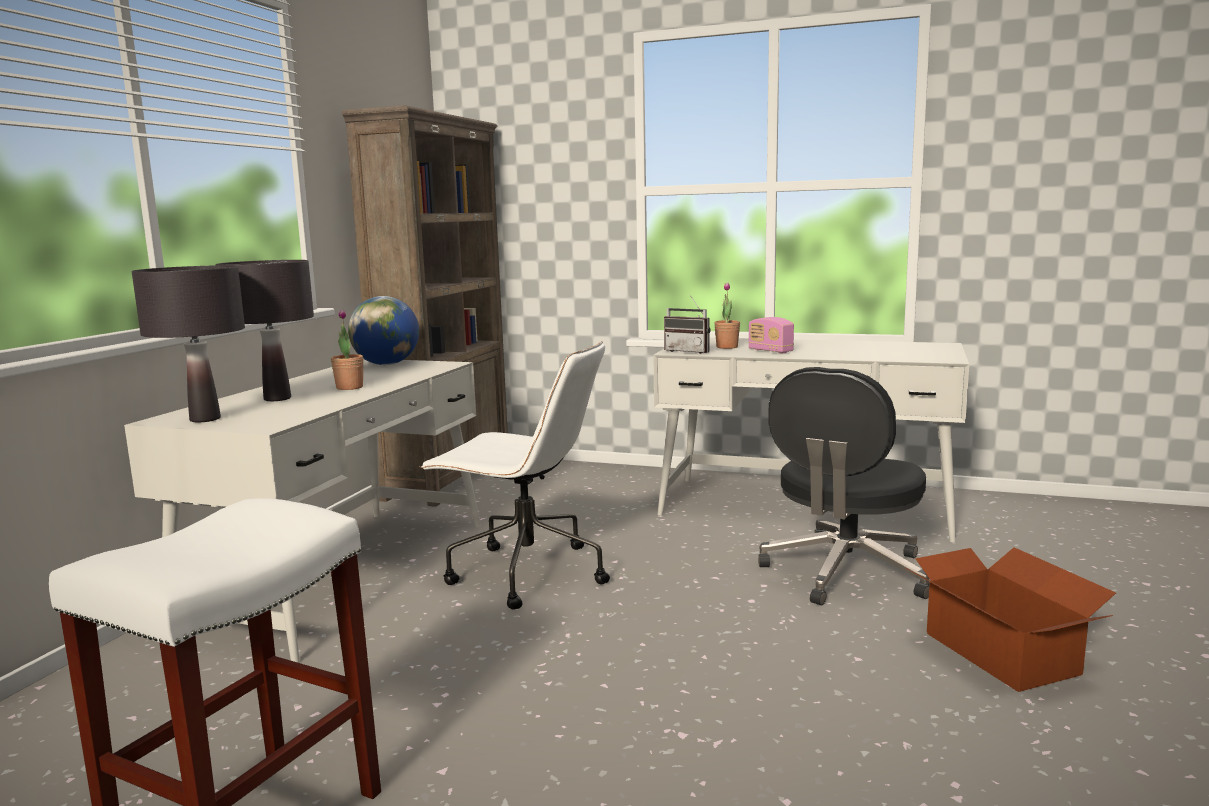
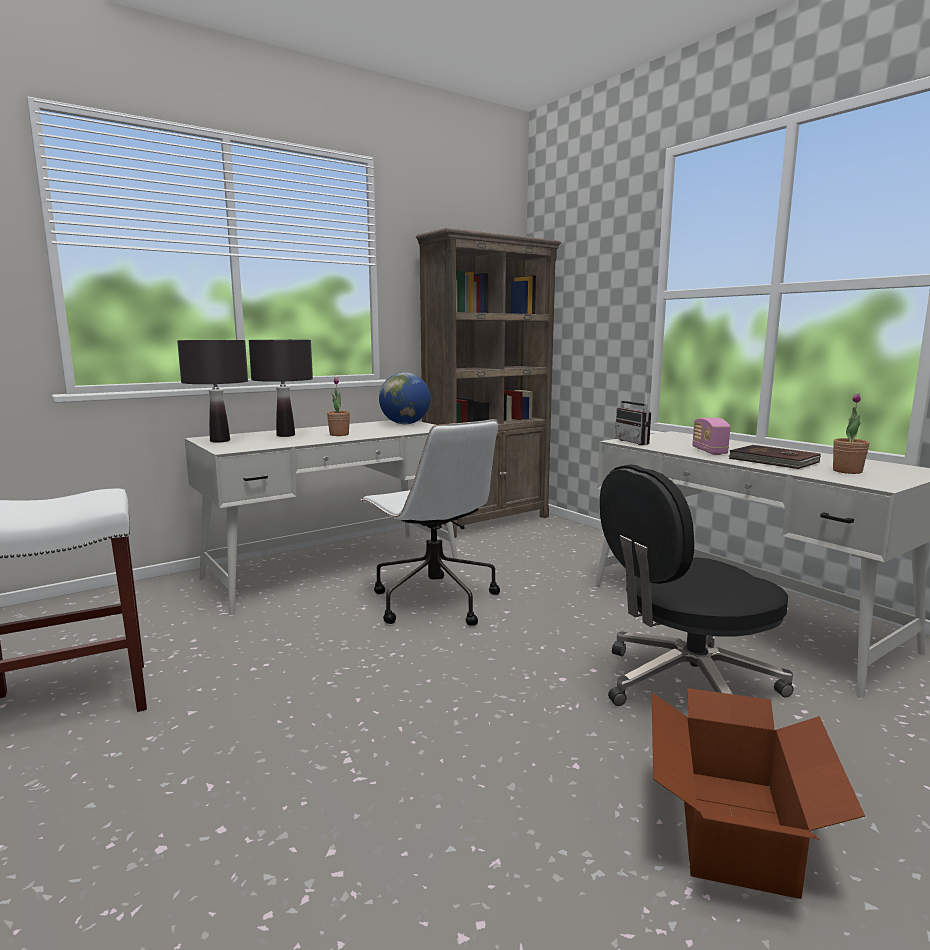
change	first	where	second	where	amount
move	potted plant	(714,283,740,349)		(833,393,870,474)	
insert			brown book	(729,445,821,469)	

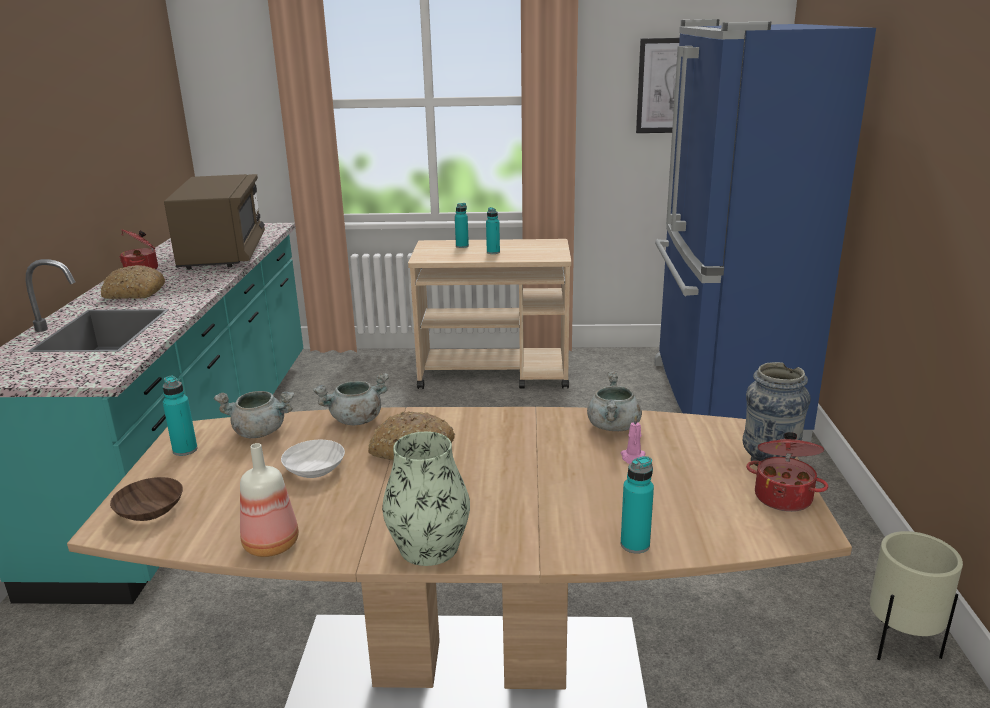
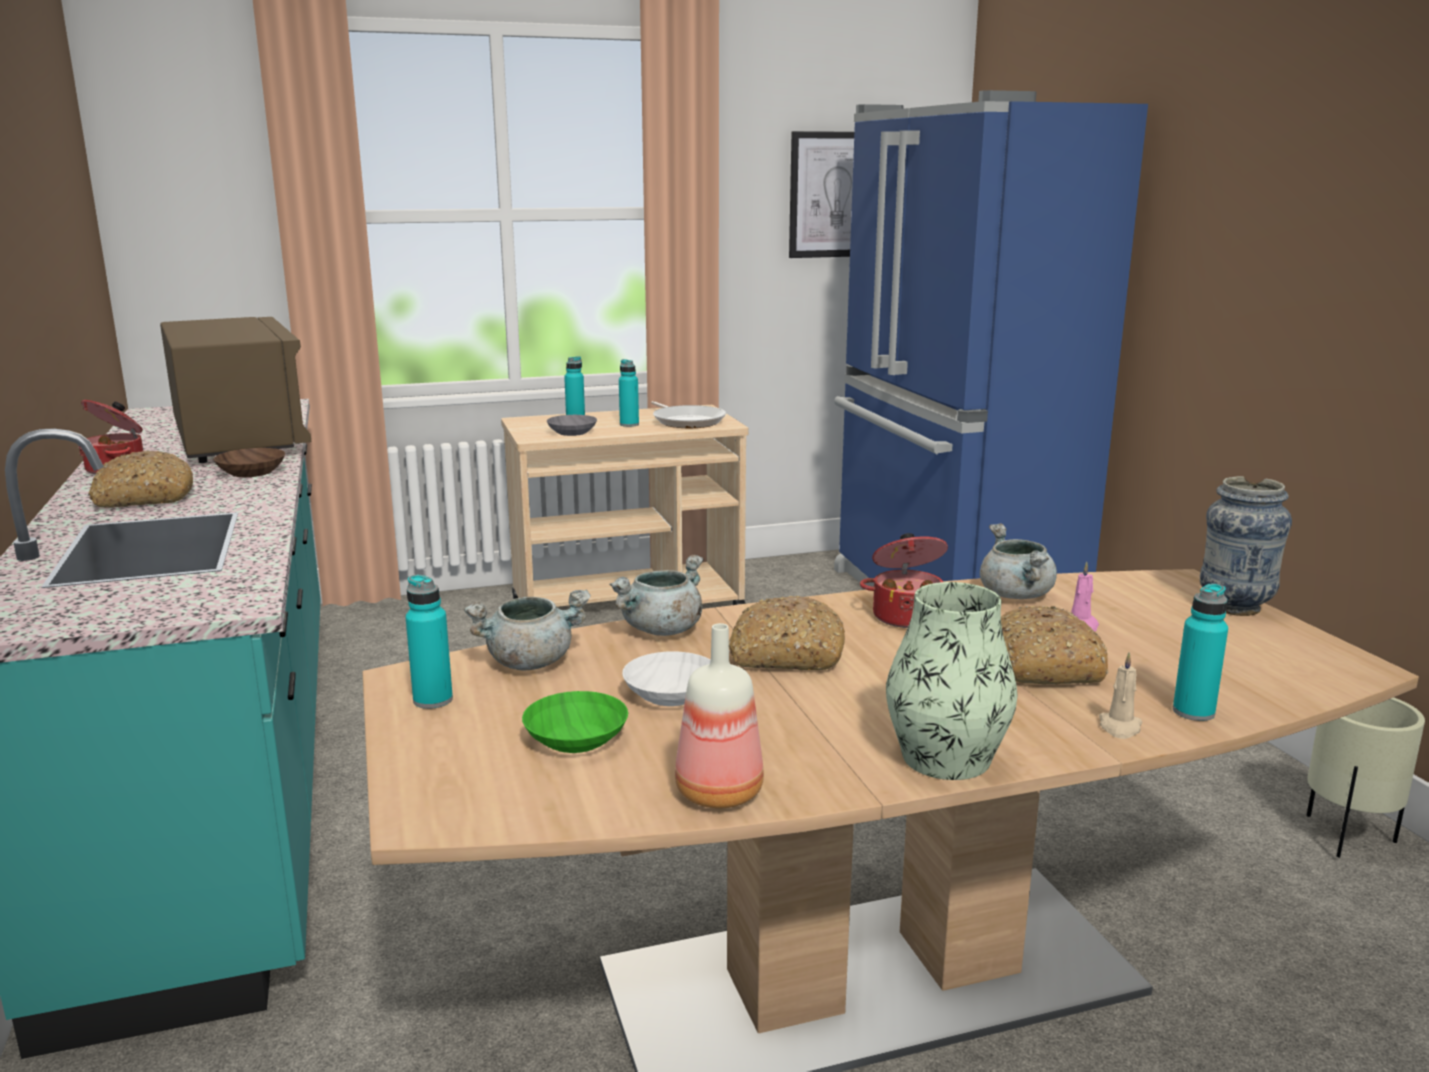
change	first	where	second	where	amount
move	cooking pot	(746,432,828,512)		(860,533,948,628)	
move	brown bowl	(110,477,183,521)		(213,448,285,477)	
insert			frying pan	(651,401,726,428)	
insert			grey bowl	(547,415,597,436)	
insert			bread	(1001,606,1108,685)	
insert			beige candle	(1099,652,1142,739)	
insert			green bowl	(522,691,628,753)	

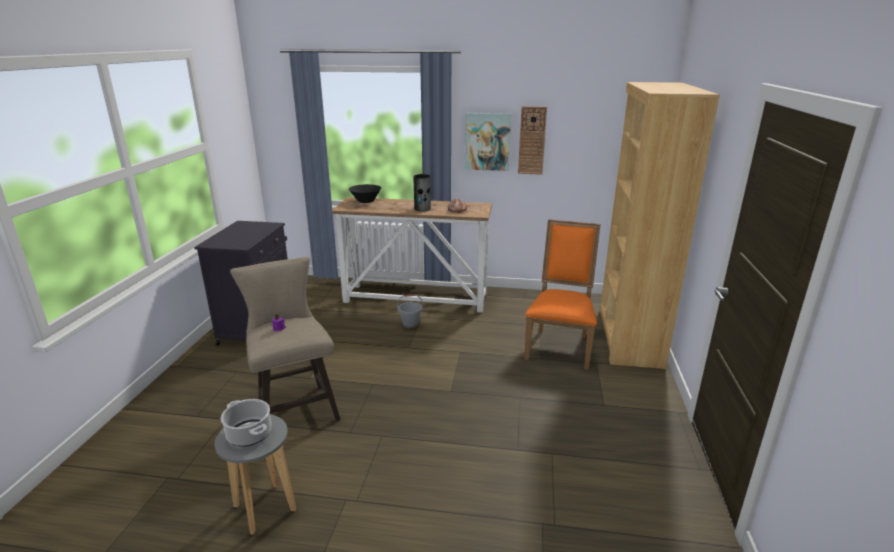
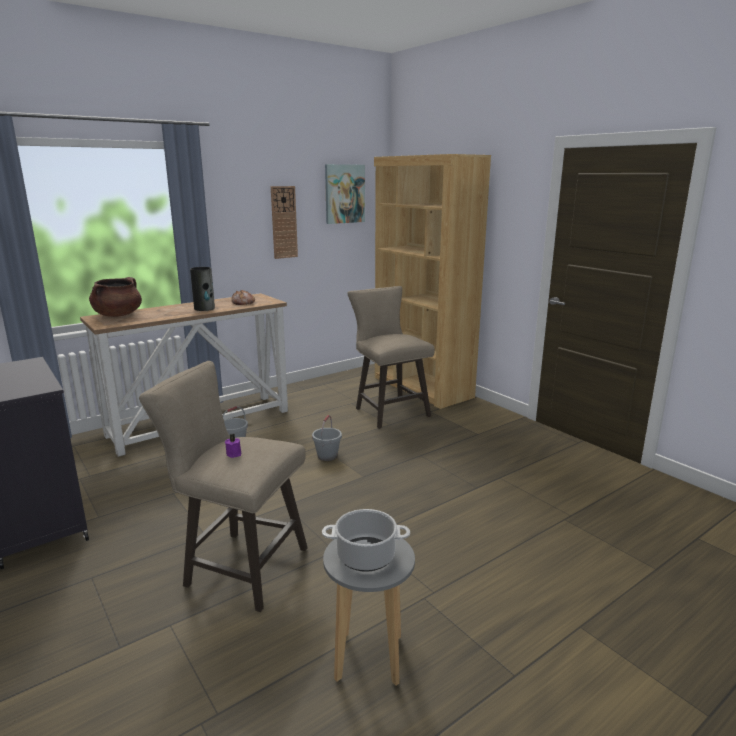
change	first	where	second	where	amount
move	picture	(465,113,511,171)		(325,164,365,224)	
replace	black bowl	(349,184,381,203)	brown cooking pot	(89,277,142,317)	
replace	orange chair	(524,219,601,370)	beige stool	(347,286,435,429)	
insert			grey bucket	(312,415,342,461)	

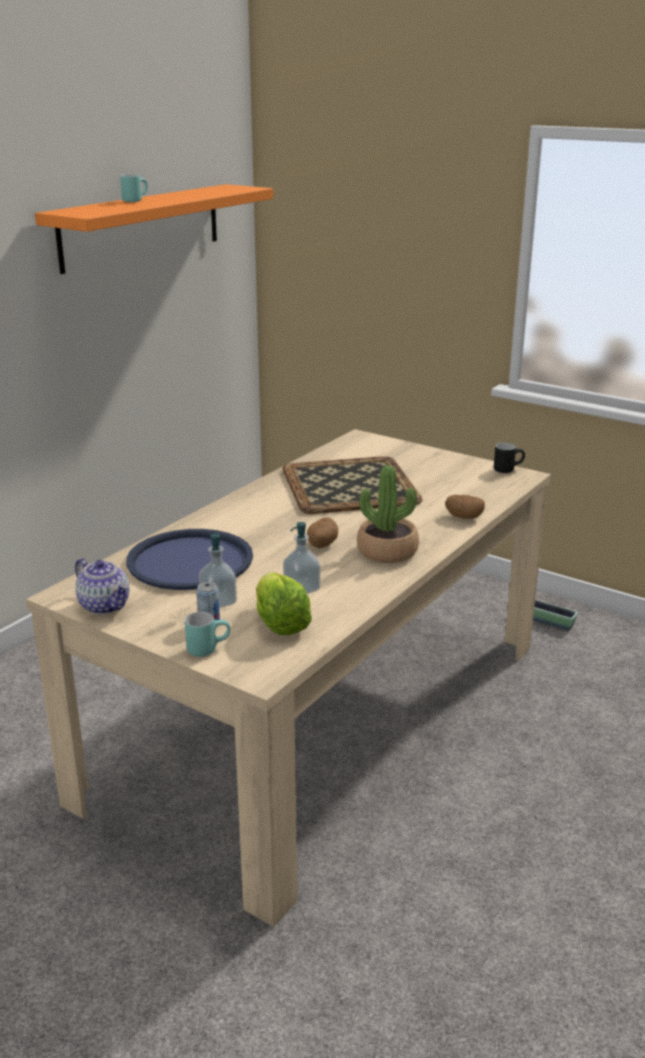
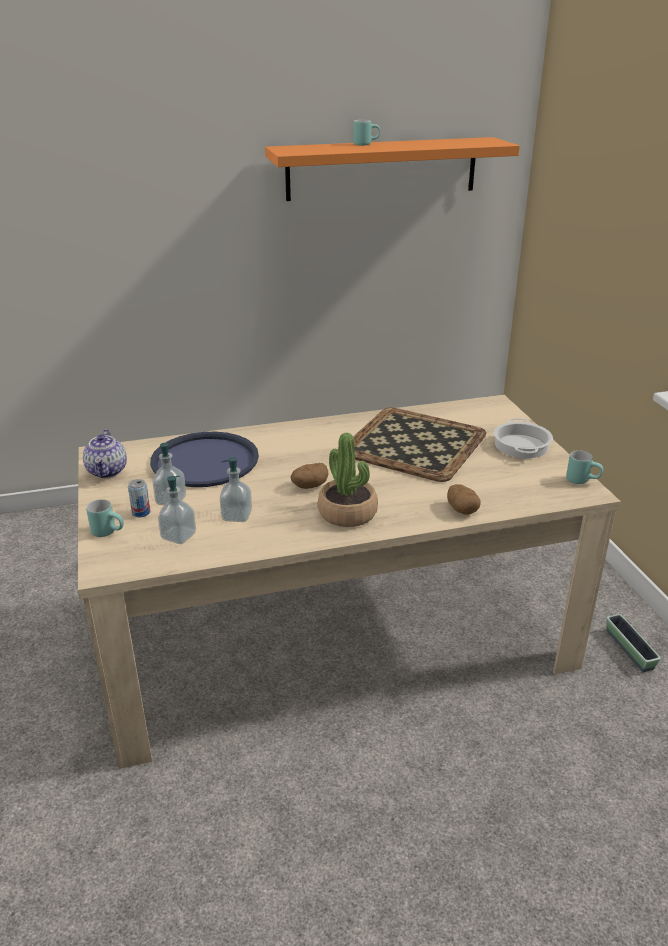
change	first	where	second	where	amount
recolor	black mug	(494,443,525,473)	turquoise mug	(566,450,603,484)	
replace	lettuce	(256,572,312,635)	soap dispenser	(158,476,196,544)	
insert			cooking pot	(494,418,553,458)	

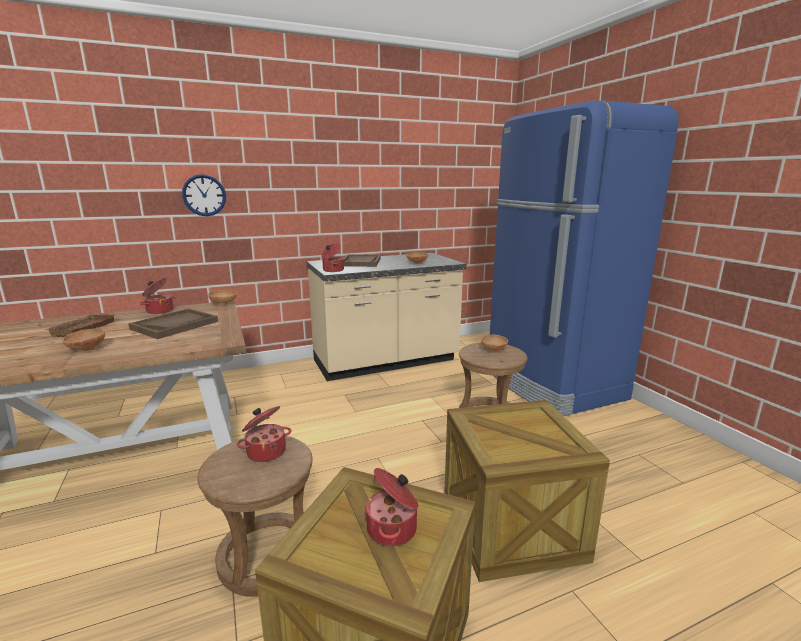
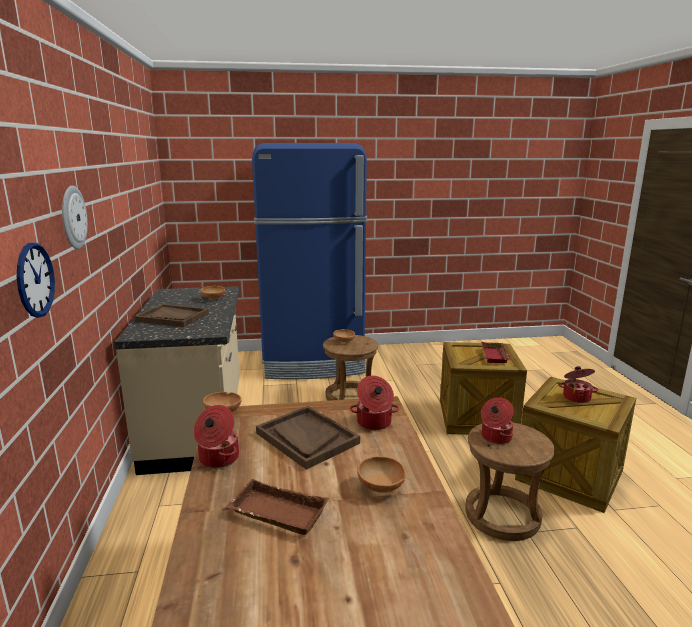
change	first	where	second	where	amount
move	cooking pot	(321,242,345,272)		(350,376,399,430)	
insert			wall clock	(62,186,88,249)	
insert			red tray	(481,342,511,363)	

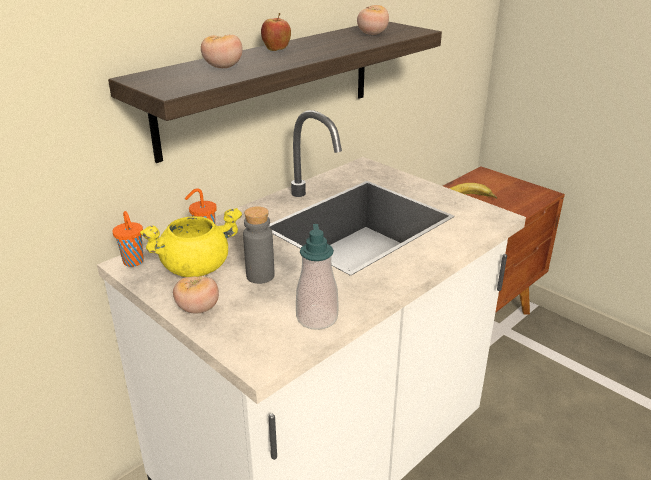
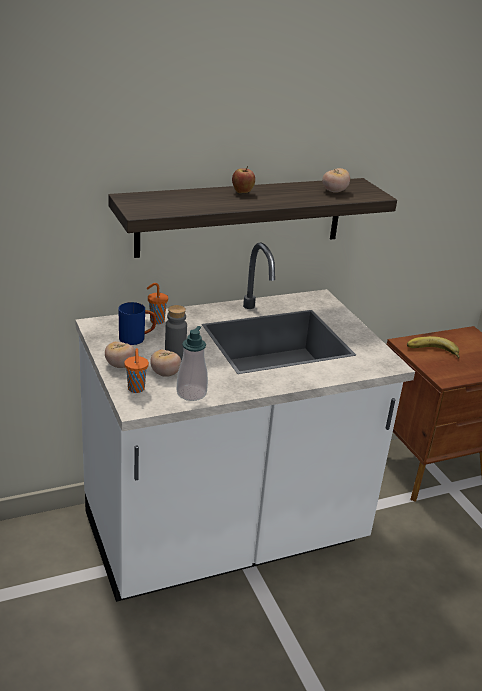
change	first	where	second	where	amount
move	tomato	(201,35,242,68)		(150,349,181,377)	
replace	yellow cooking pot	(140,208,242,277)	blue mug	(118,302,156,345)	
move	orange cup	(113,211,144,267)		(124,348,149,393)	

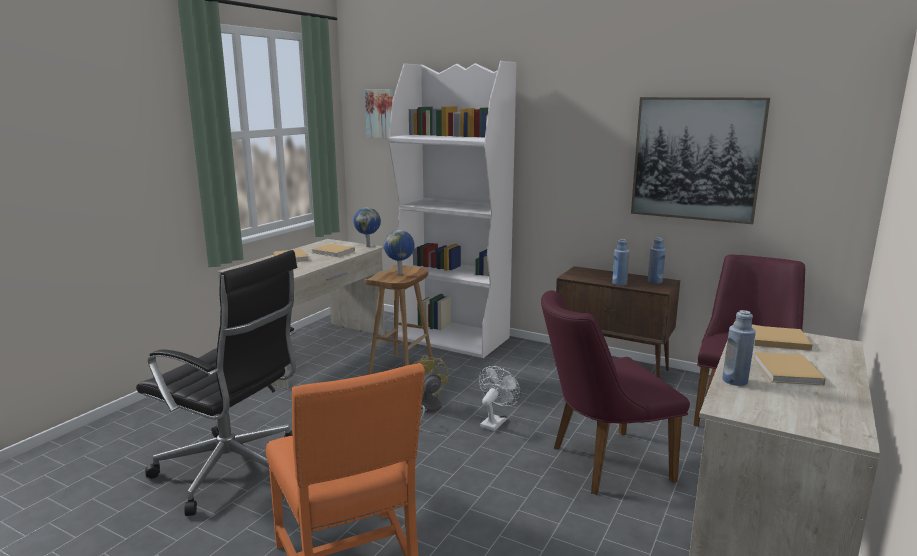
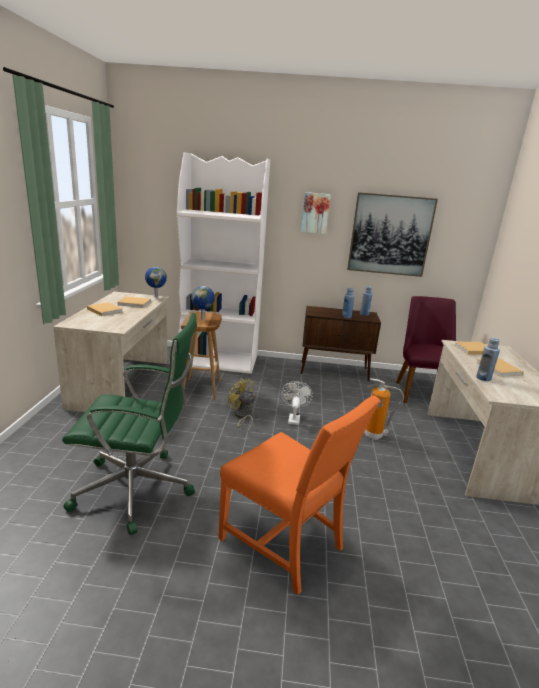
change	first	where	second	where	amount
move	picture	(365,89,393,138)		(301,192,331,234)	
recolor	black office chair	(136,250,297,516)	green office chair	(62,313,197,535)	
replace	purple chair	(541,290,690,495)	fire extinguisher	(364,378,404,440)	

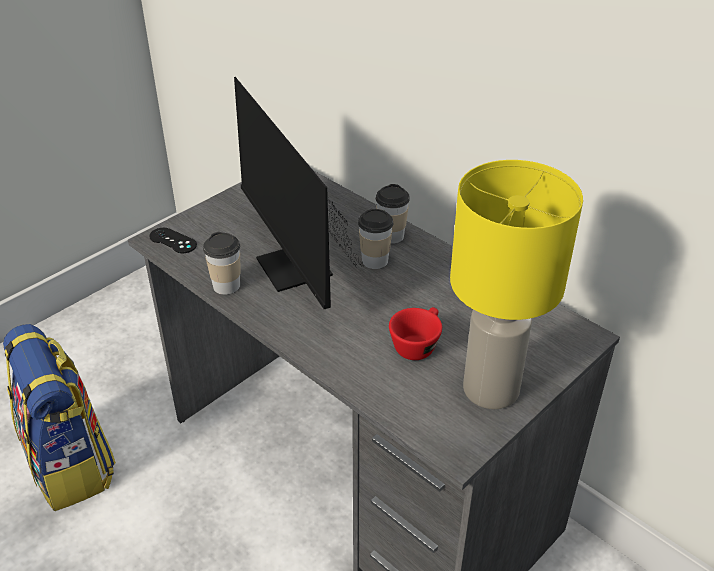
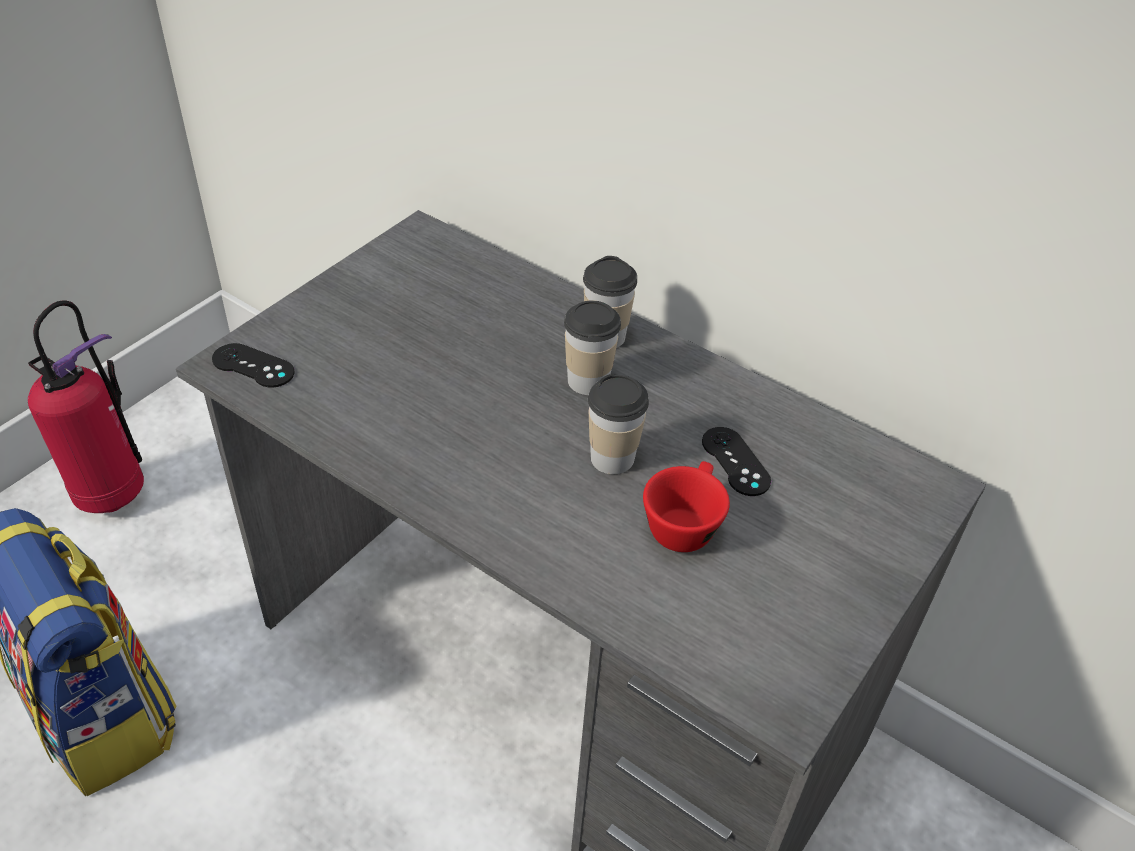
change	first	where	second	where	amount
delete	monitor	(234,77,363,309)			
delete	yellow table lamp	(450,160,583,409)			
move	cup	(203,232,241,295)		(588,374,649,474)	
insert			fire extinguisher	(28,301,144,513)	
insert			black game controller	(702,427,771,496)	

